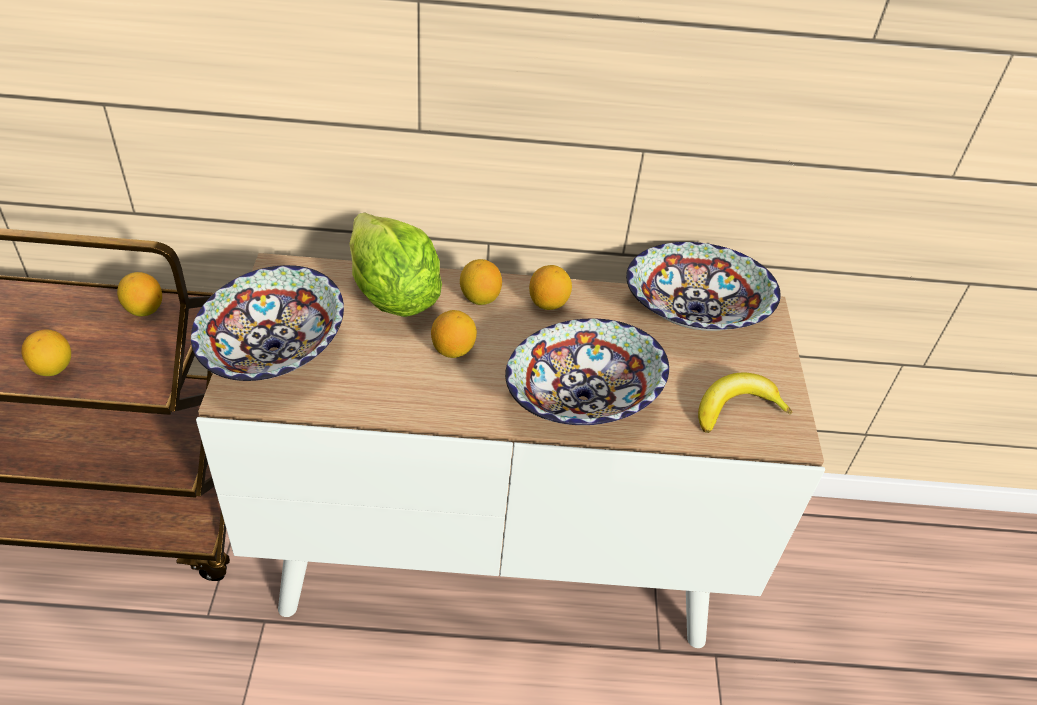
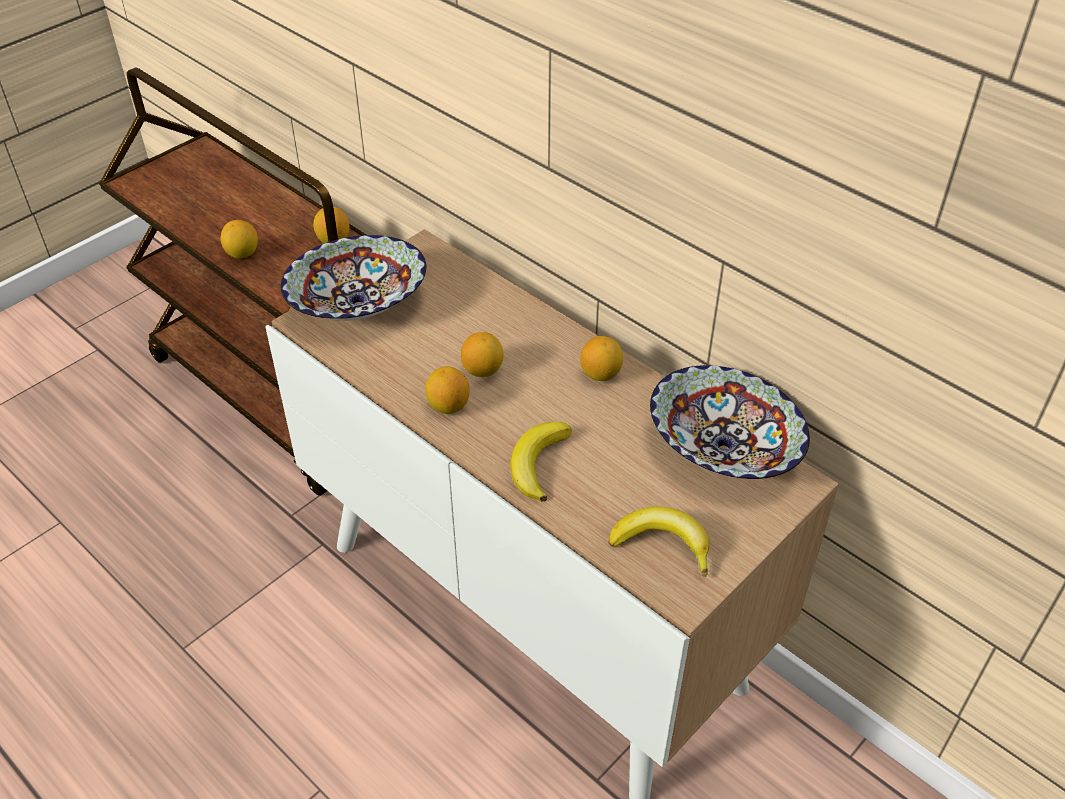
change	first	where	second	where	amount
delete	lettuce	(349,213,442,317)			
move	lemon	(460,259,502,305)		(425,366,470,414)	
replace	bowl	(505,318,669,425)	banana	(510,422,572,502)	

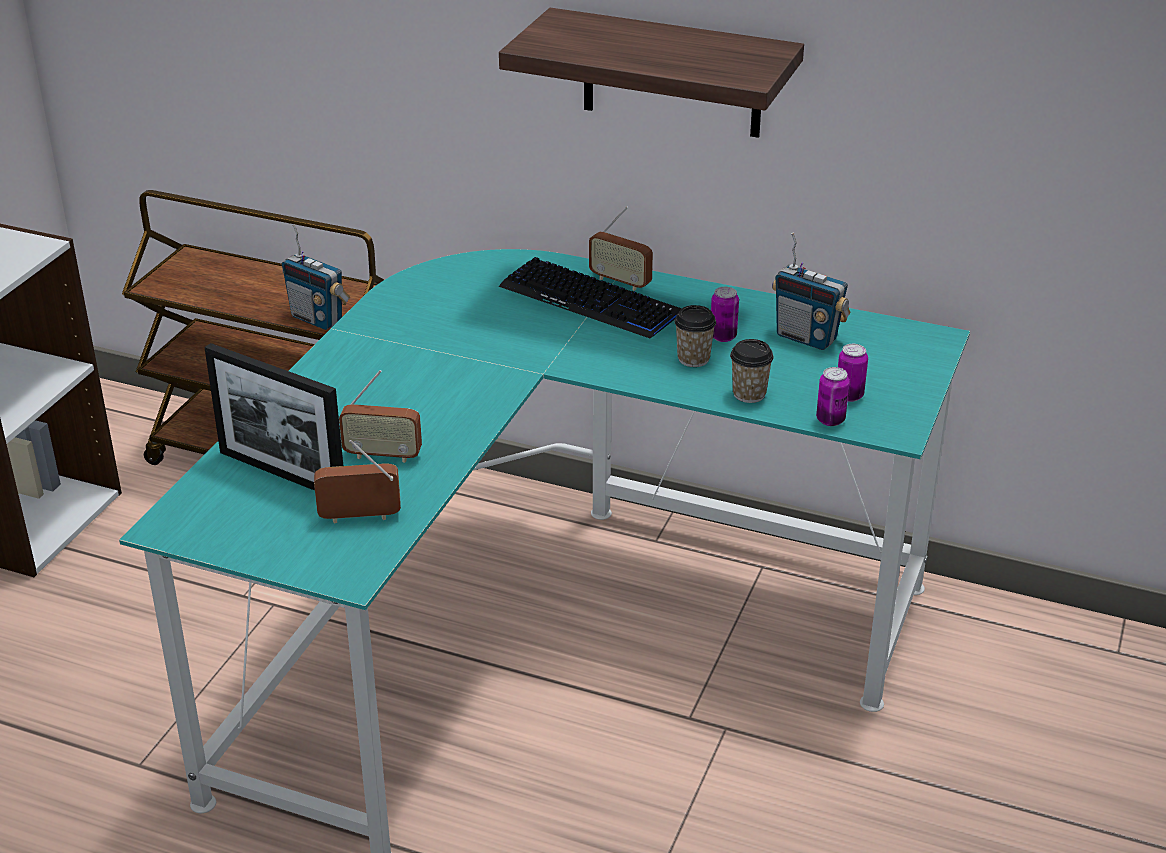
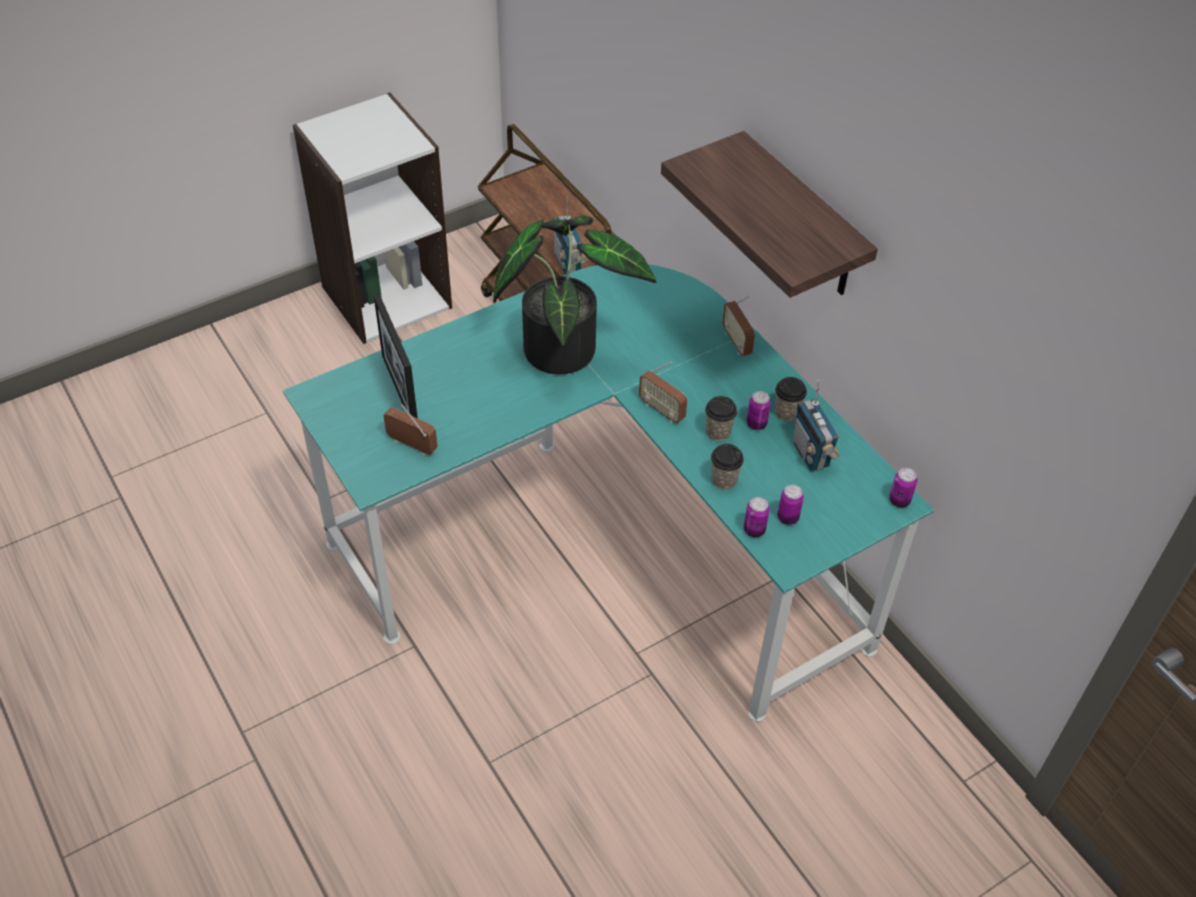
change	first	where	second	where	amount
delete	keyboard	(499,257,682,338)			
move	radio	(339,370,422,463)		(639,362,687,423)	
insert			potted plant	(493,215,656,374)	
insert			cup	(775,377,807,422)	
insert			can	(889,468,917,508)	

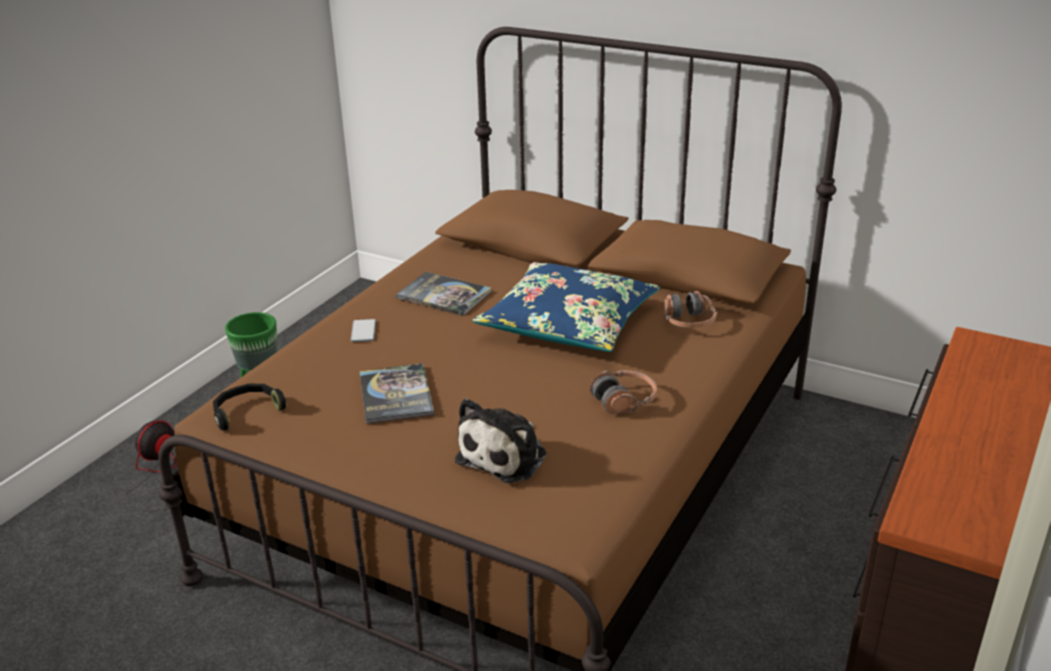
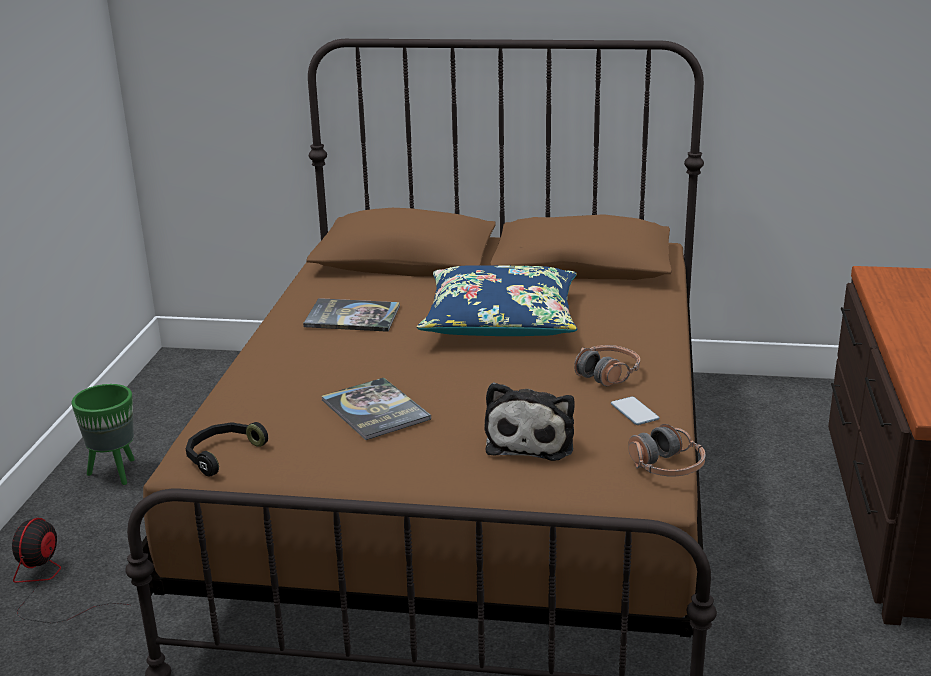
change	first	where	second	where	amount
move	headphones	(664,291,717,328)		(628,424,705,477)	
move	phone	(351,319,376,342)		(611,396,660,425)	

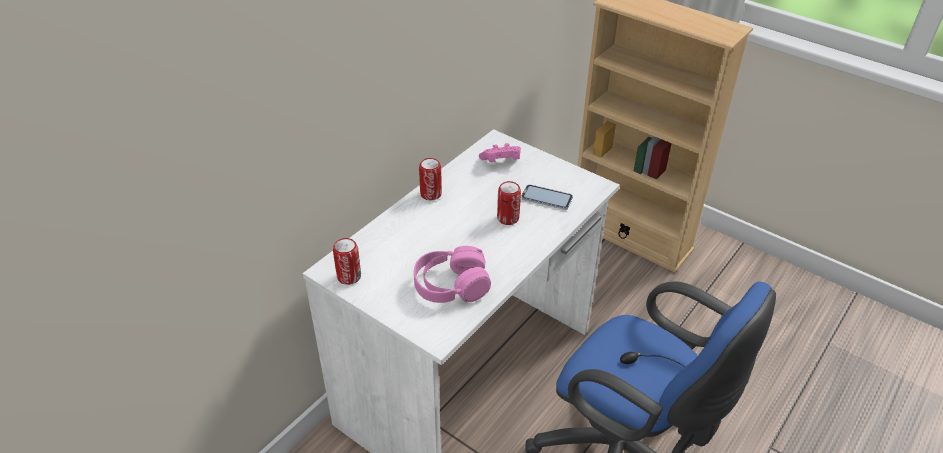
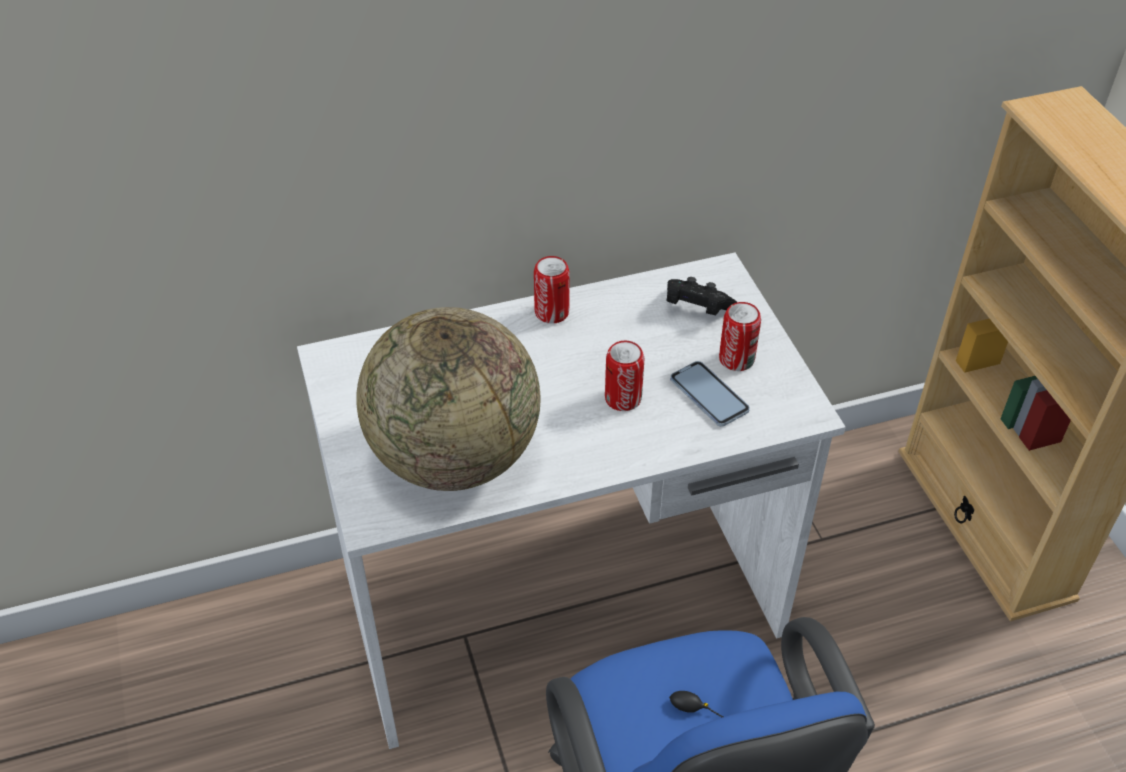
change	first	where	second	where	amount
recolor	pink game controller	(479,143,521,162)	black game controller	(666,277,737,316)	
move	can	(333,238,361,285)		(719,302,761,371)	
replace	pink headphones	(414,246,491,303)	globe	(356,307,540,491)	

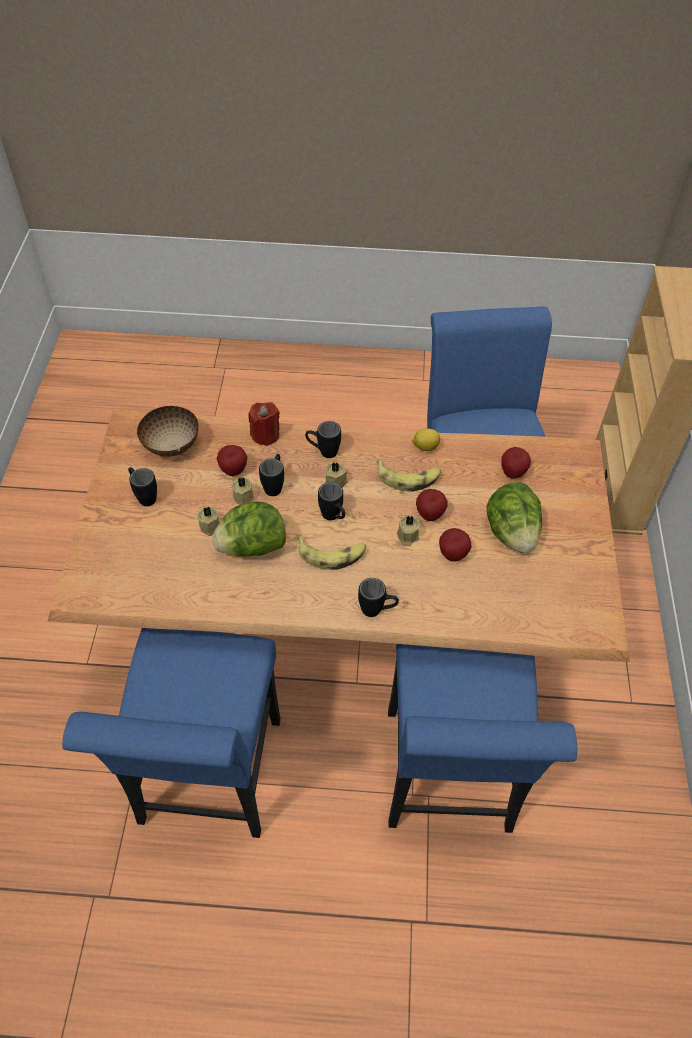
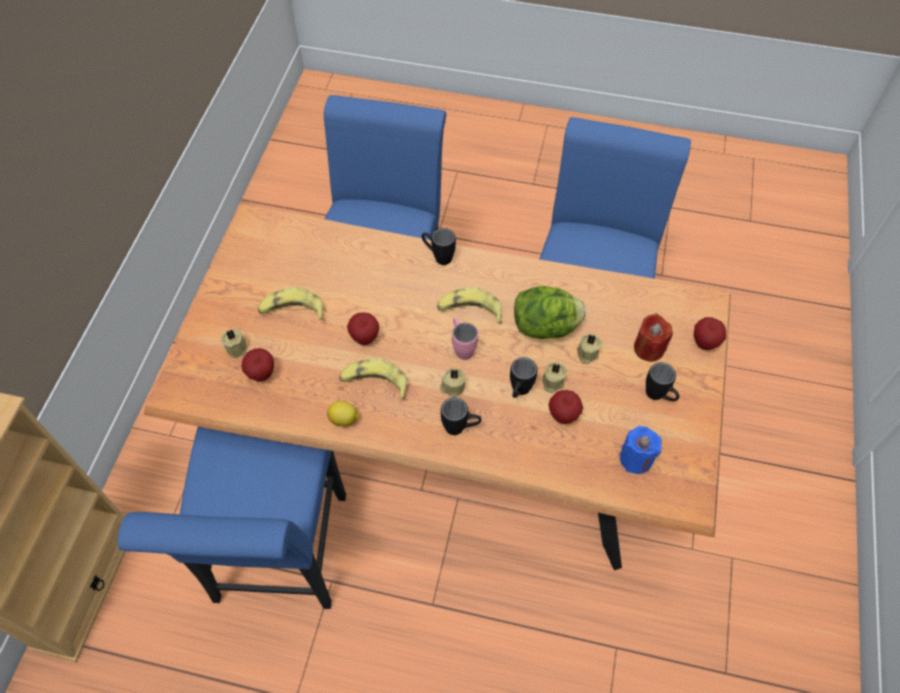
change	first	where	second	where	amount
move	red candle	(248,402,280,446)		(634,314,673,362)	
replace	bowl	(137,406,199,457)	blue candle	(620,426,662,474)	
recolor	black mug	(318,482,345,520)	pink mug	(452,317,478,360)	
replace	lettuce	(486,482,542,553)	banana	(258,287,324,320)	
move	beige candle	(397,515,421,546)		(221,329,247,358)	
move	apple	(439,528,471,562)		(694,317,726,350)	

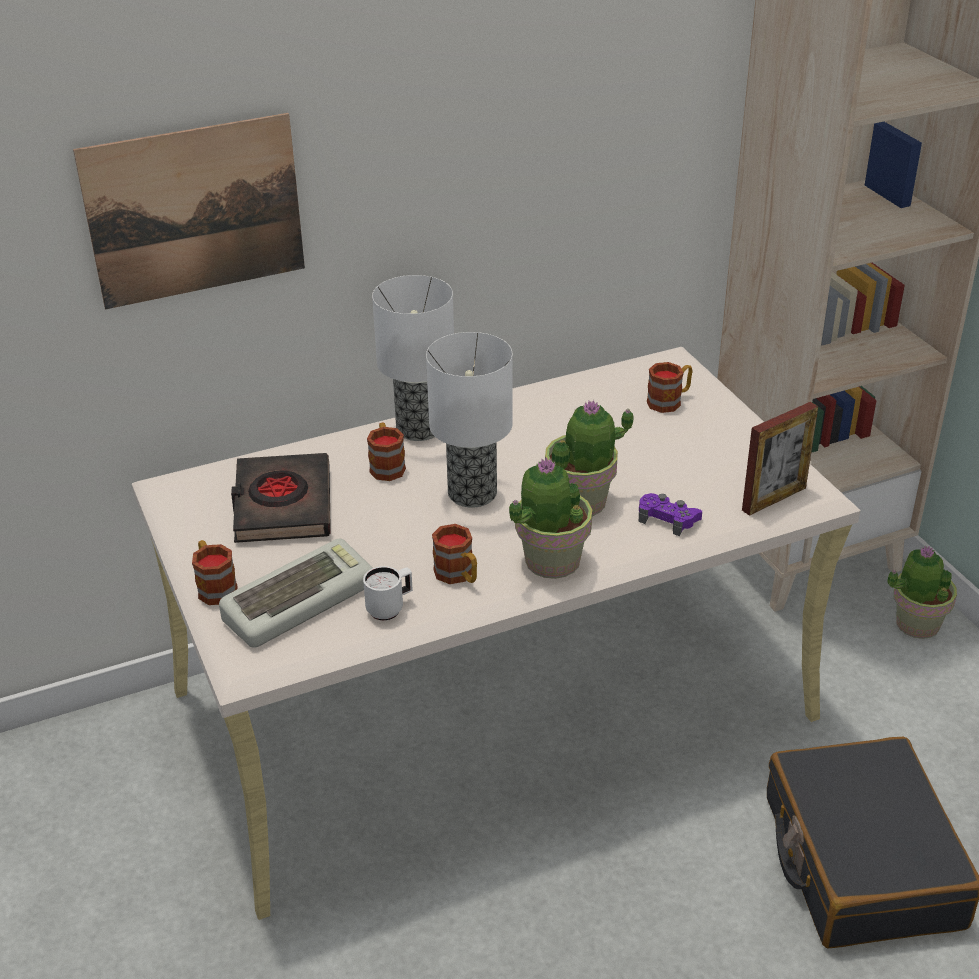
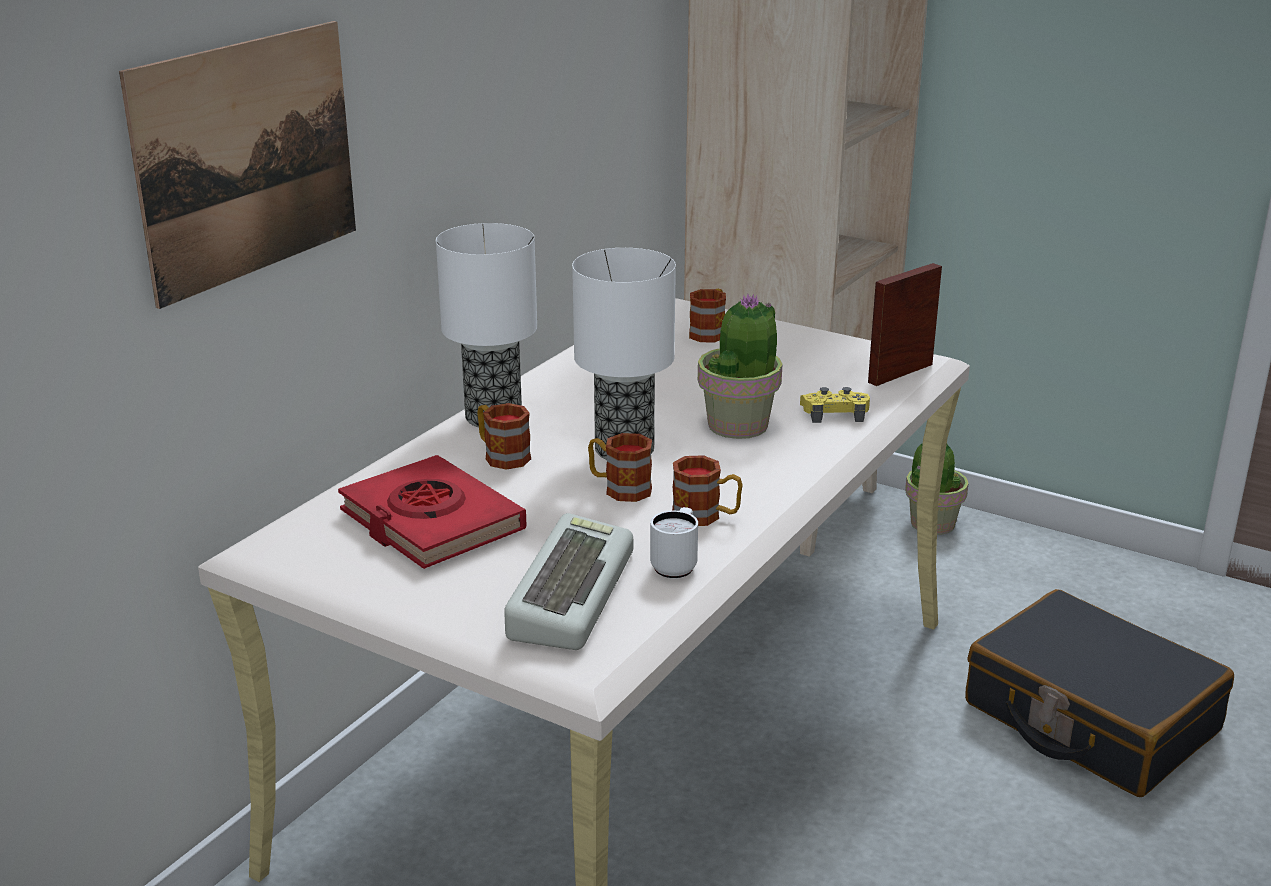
change	first	where	second	where	amount
rotate	picture frame	(742,402,818,516)		(868,263,942,386)	150 degrees counterclockwise
recolor	black book	(231,453,331,543)	red book	(338,455,527,569)	
delete	potted plant	(508,457,592,579)			
recolor	purple game controller	(639,493,702,536)	yellow game controller	(800,387,870,423)	
move	mug	(192,540,238,605)		(588,433,652,502)	

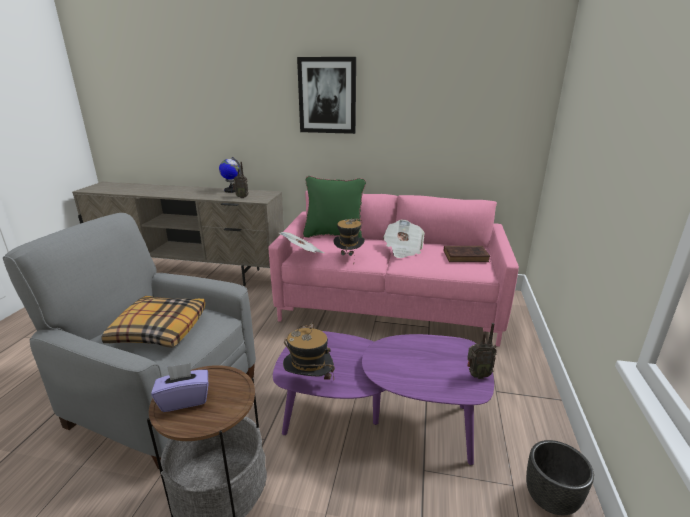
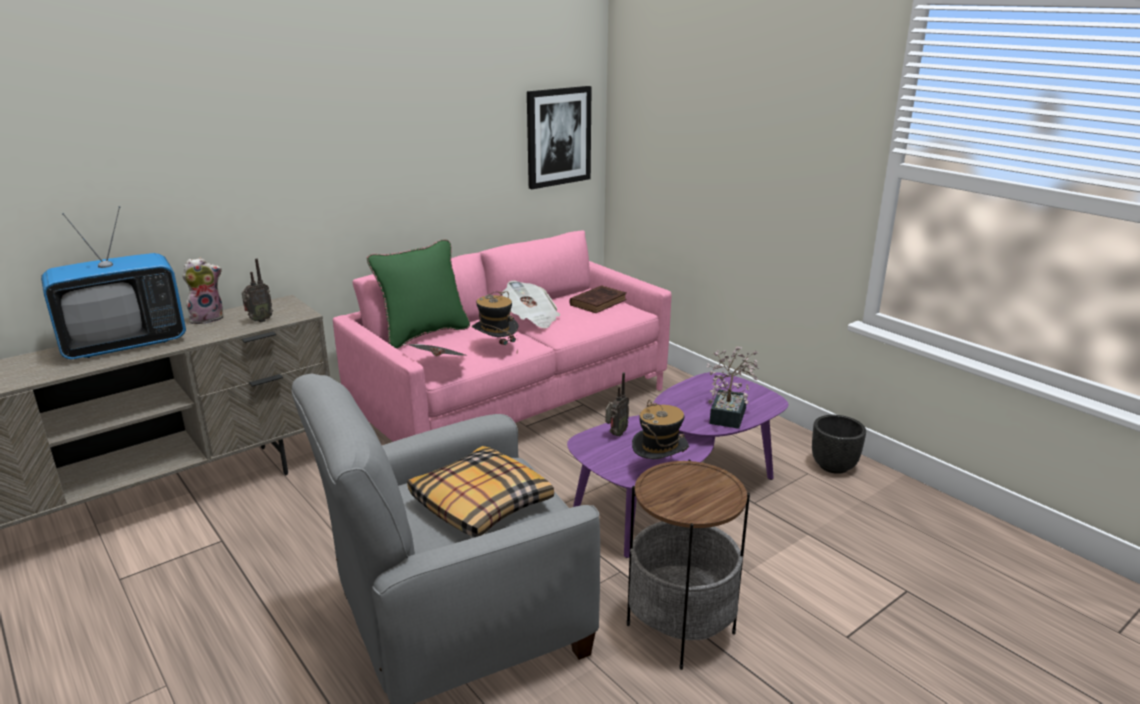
change	first	where	second	where	amount
move	picture	(297,57,356,134)		(527,86,592,189)	
replace	globe	(219,157,241,193)	plush toy	(182,257,224,324)	
move	radio	(467,323,497,379)		(605,372,629,436)	
delete	purple tissue box	(151,363,208,412)			
insert			television	(41,206,186,359)	
insert			potted plant	(707,346,759,429)	

